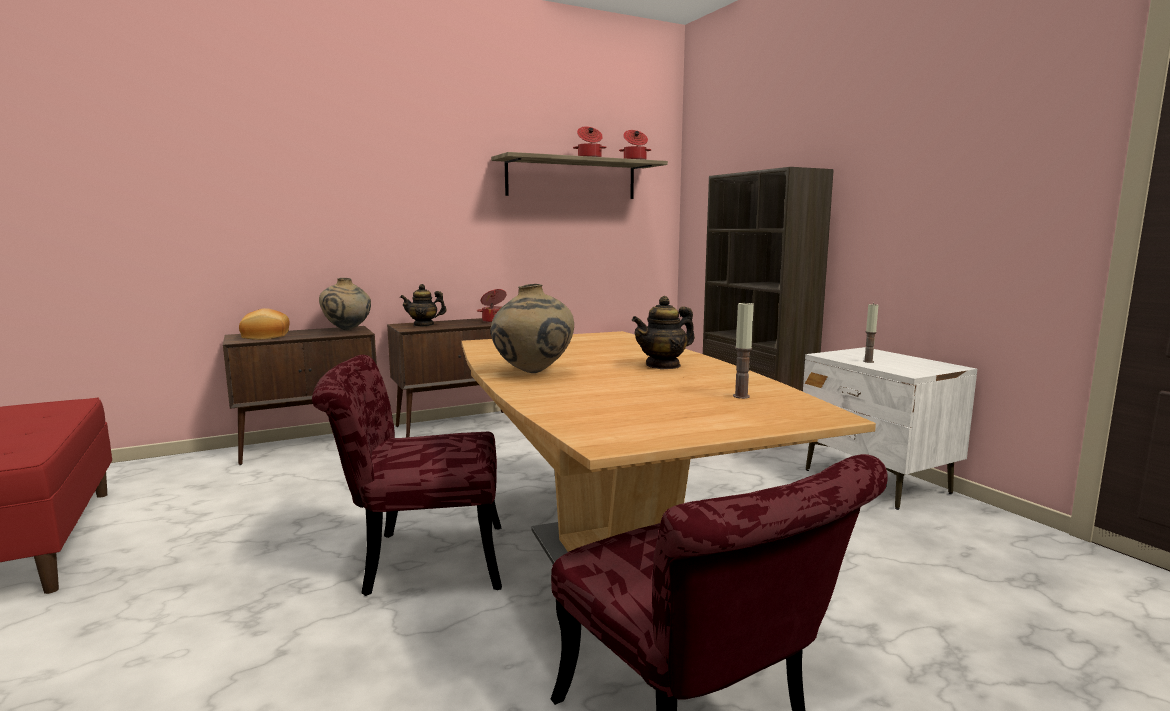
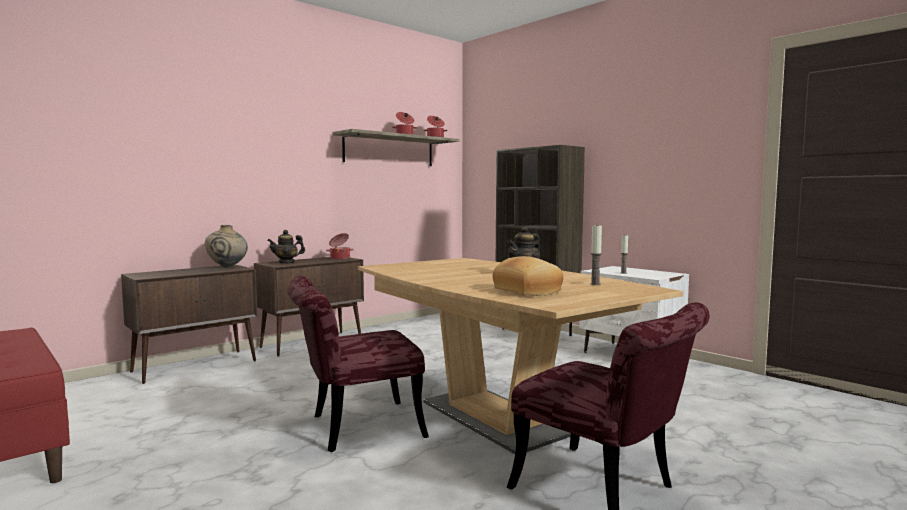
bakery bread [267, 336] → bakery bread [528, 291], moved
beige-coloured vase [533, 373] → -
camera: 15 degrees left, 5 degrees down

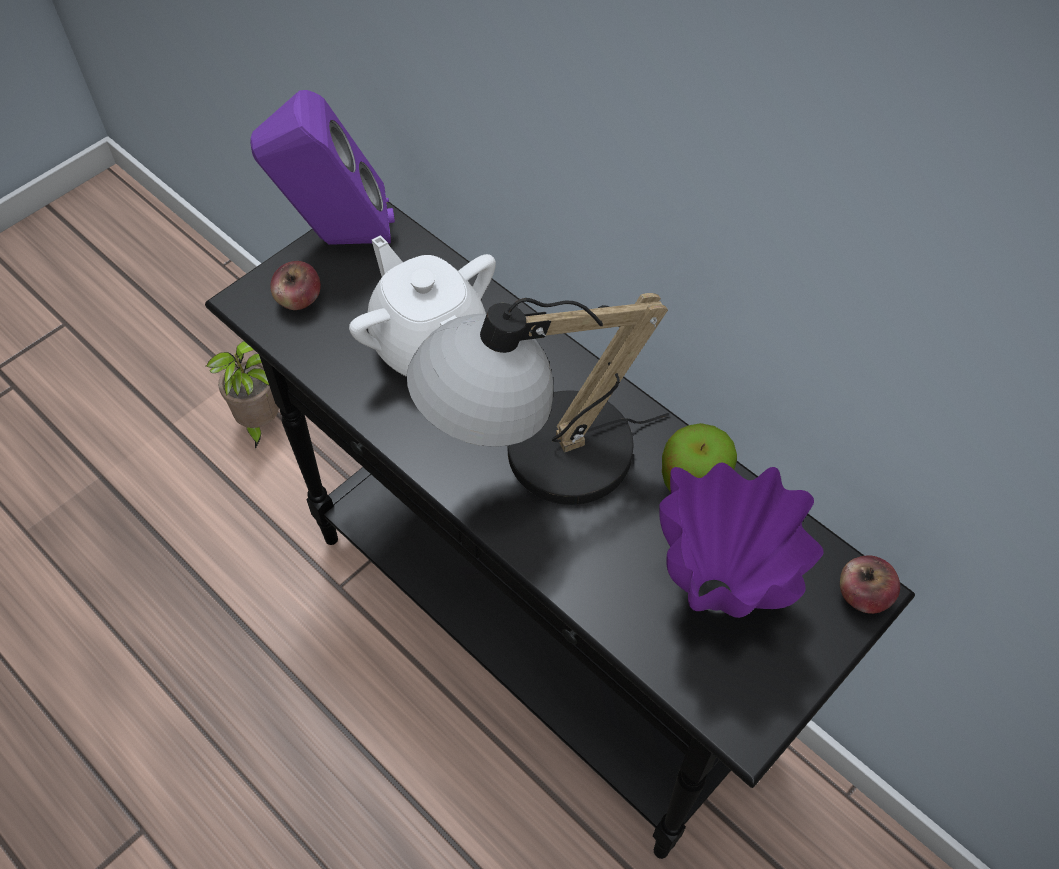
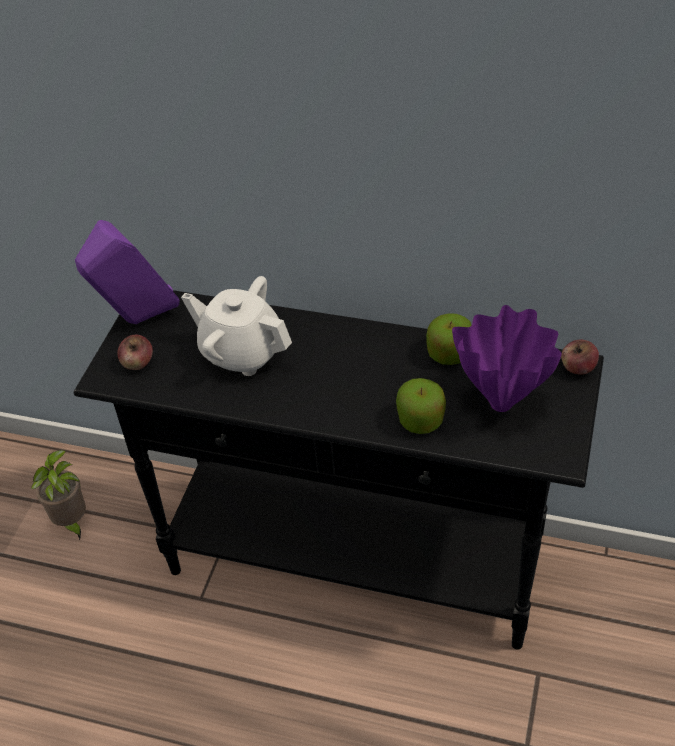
- → whole apple [420, 420]
lamp for a table [536, 463] → -
camera: 25 degrees left, 10 degrees down

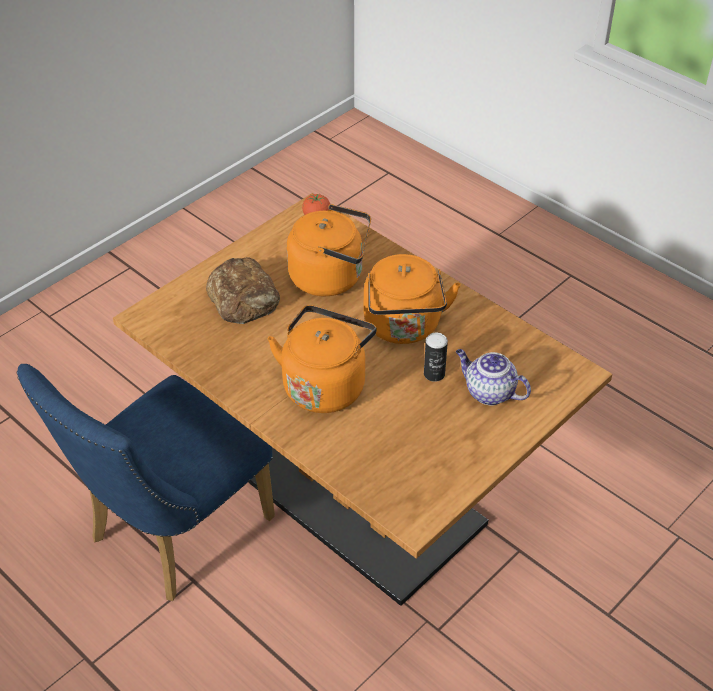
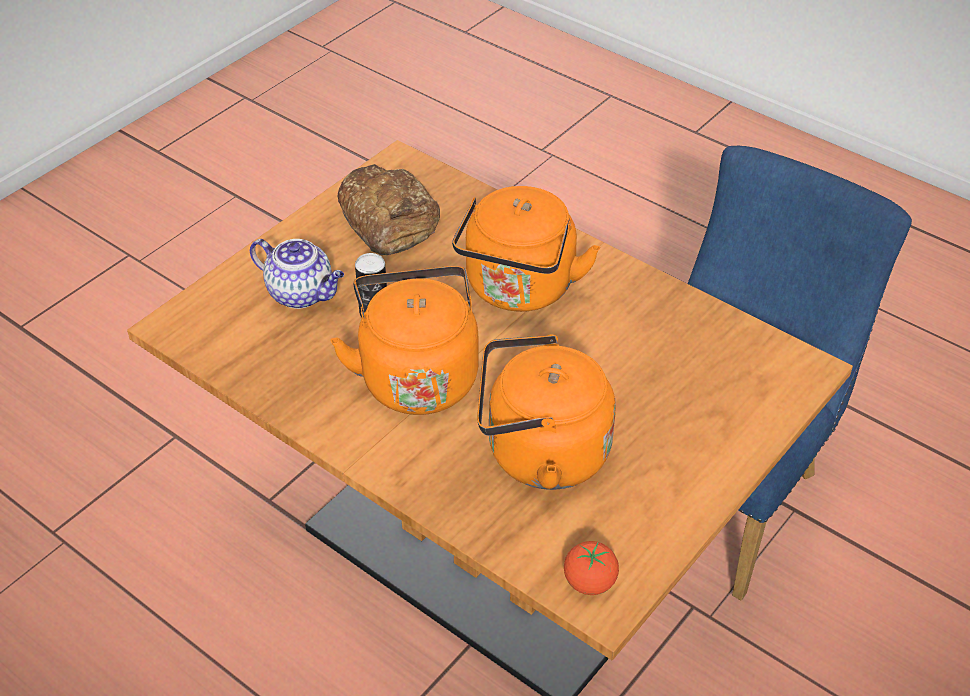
bakery bread [244, 297] → bakery bread [388, 219], moved
camera: 175 degrees right, 0 degrees up

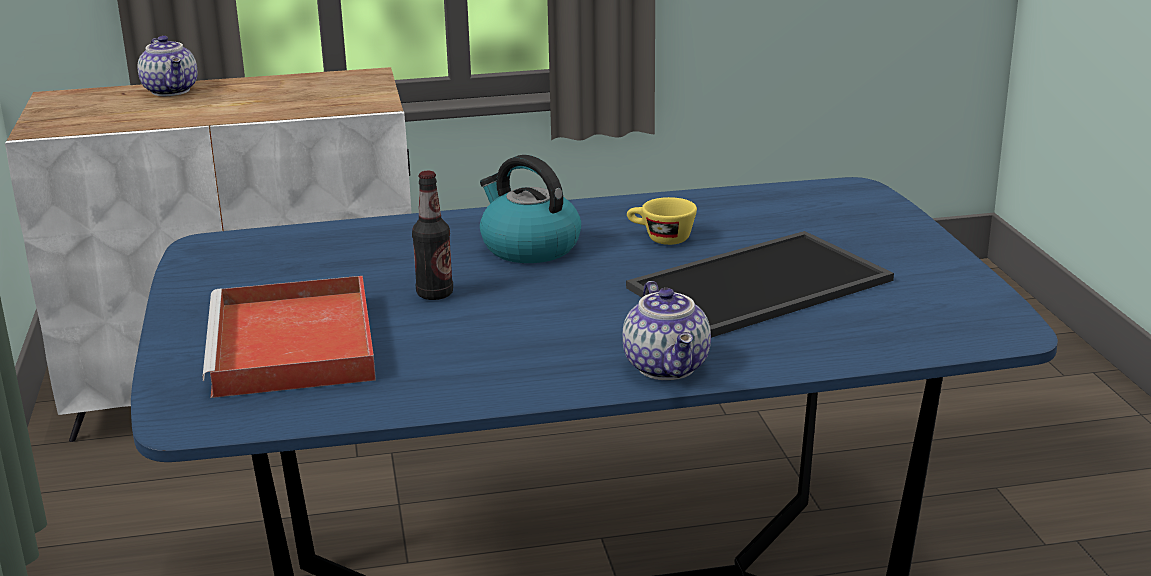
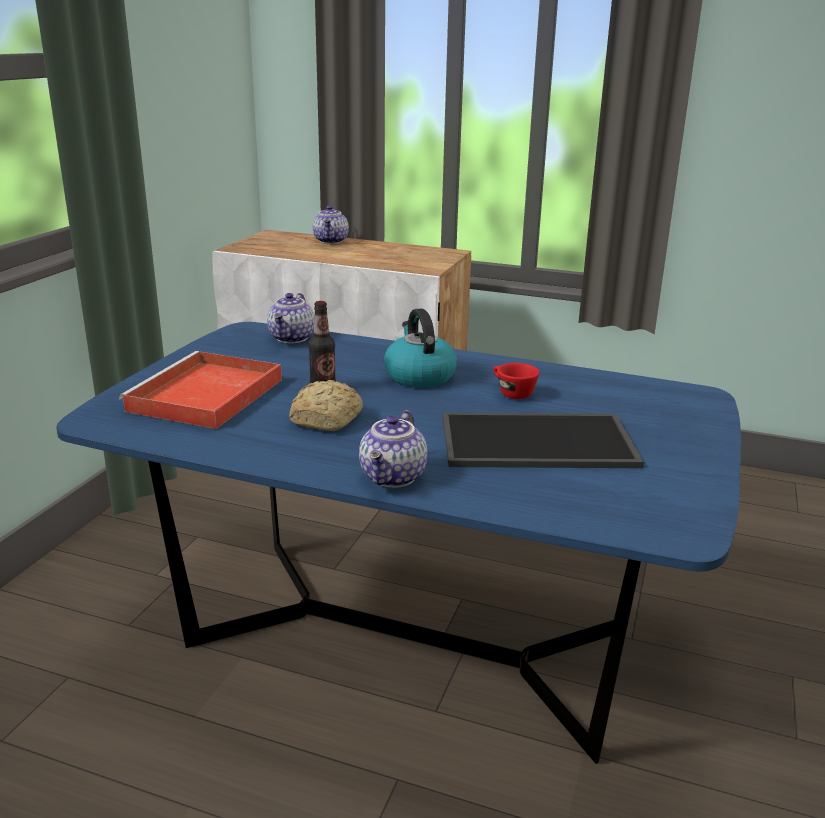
- → pot for tea [292, 338]
- → bakery bread [328, 418]
yellowish drinking cup [660, 238] → reddish drinking cup [511, 393]
camera: 30 degrees right, 0 degrees up

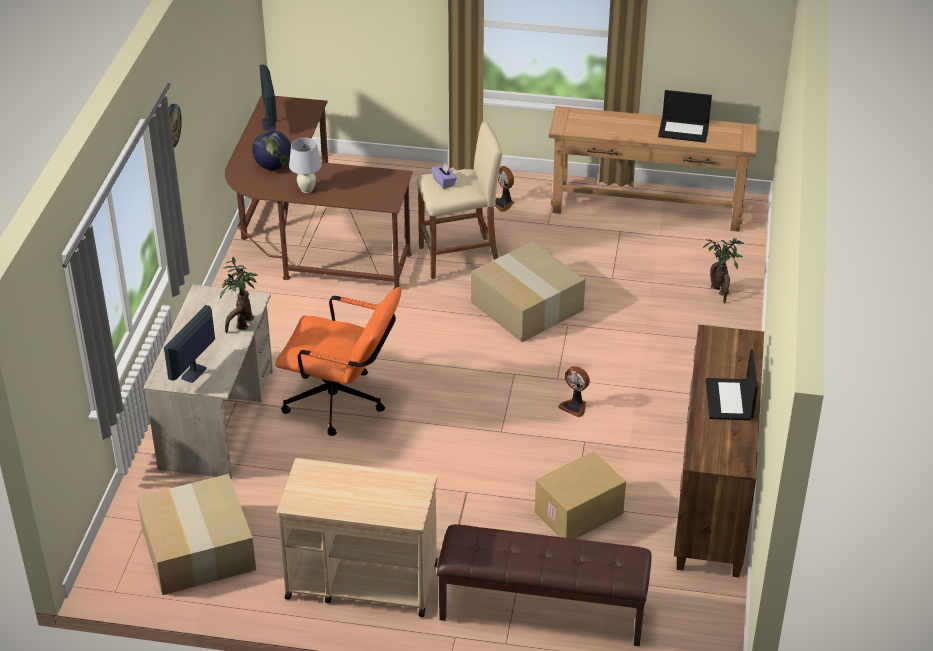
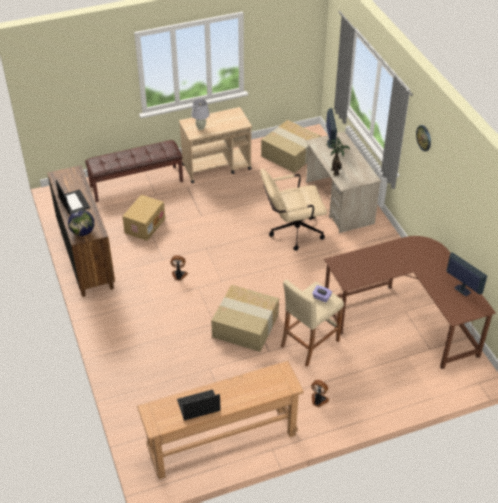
world globe [273, 166] → world globe [83, 232], moved
whitish lamp for a table [307, 189] → whitish lamp for a table [201, 128], moved
orangey computer chair [343, 403] → beige-coloured computer chair [291, 232]
plant in a pot [720, 292] → -
camera: 150 degrees right, 5 degrees up

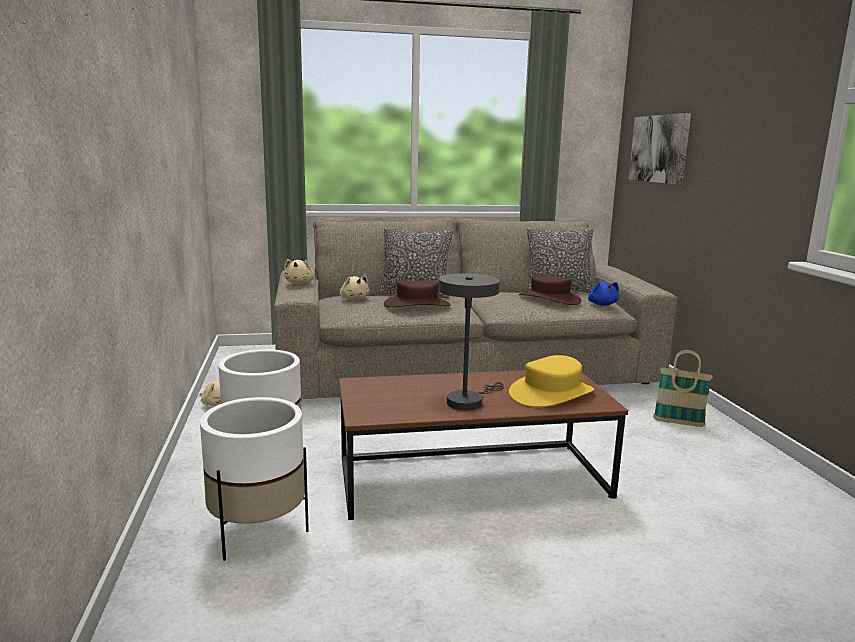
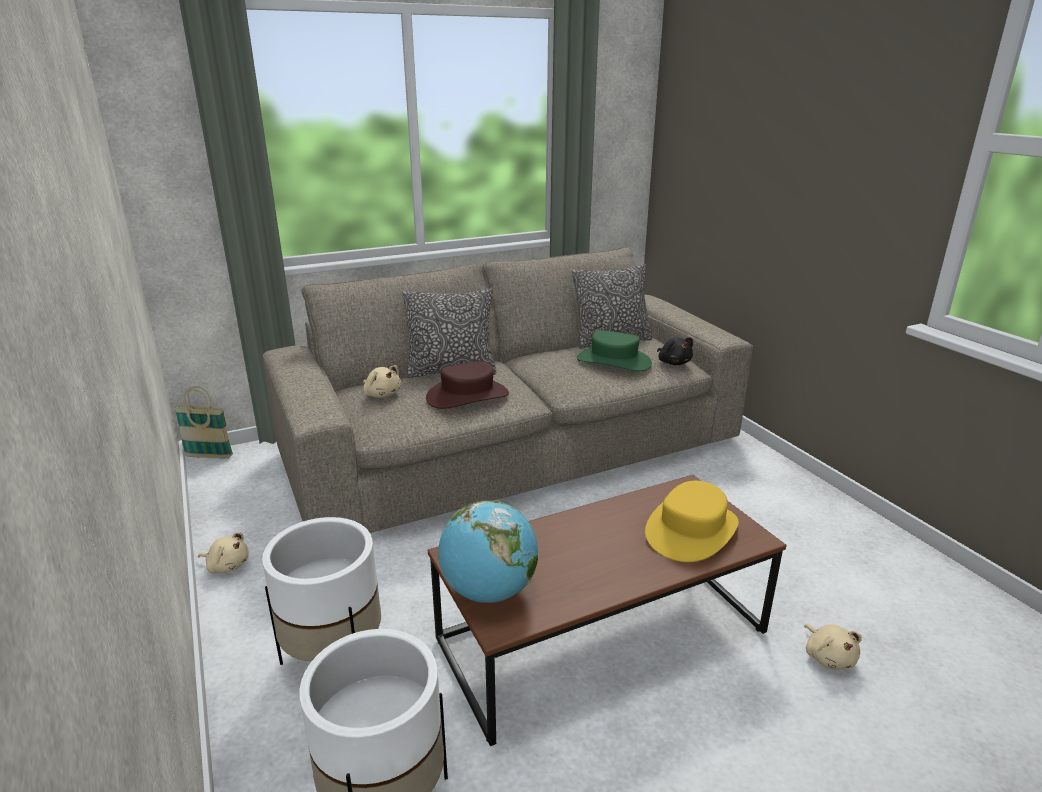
storage basket [678, 422] → storage basket [209, 456], moved
- → world globe [489, 591]
brownish clothing hat [549, 298] → green-coloured clothing hat [614, 361]
blue plush toy [602, 304] → black-coloured plush toy [673, 362]
beige-coloured plush toy [299, 283] → beige-coloured plush toy [828, 657], moved
greyish lamp for a table [468, 401] → -
picture [659, 149] → -
camera: 15 degrees left, 10 degrees up

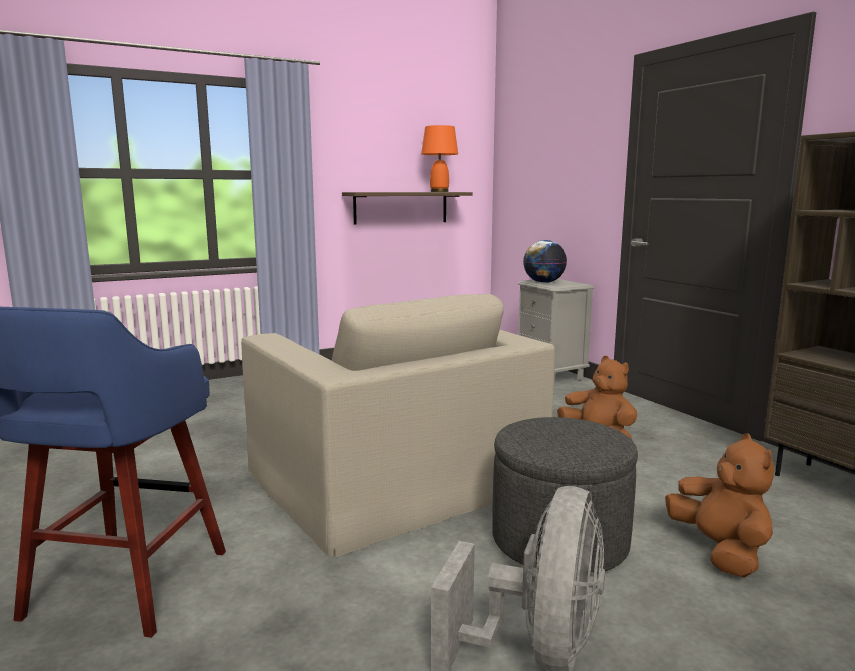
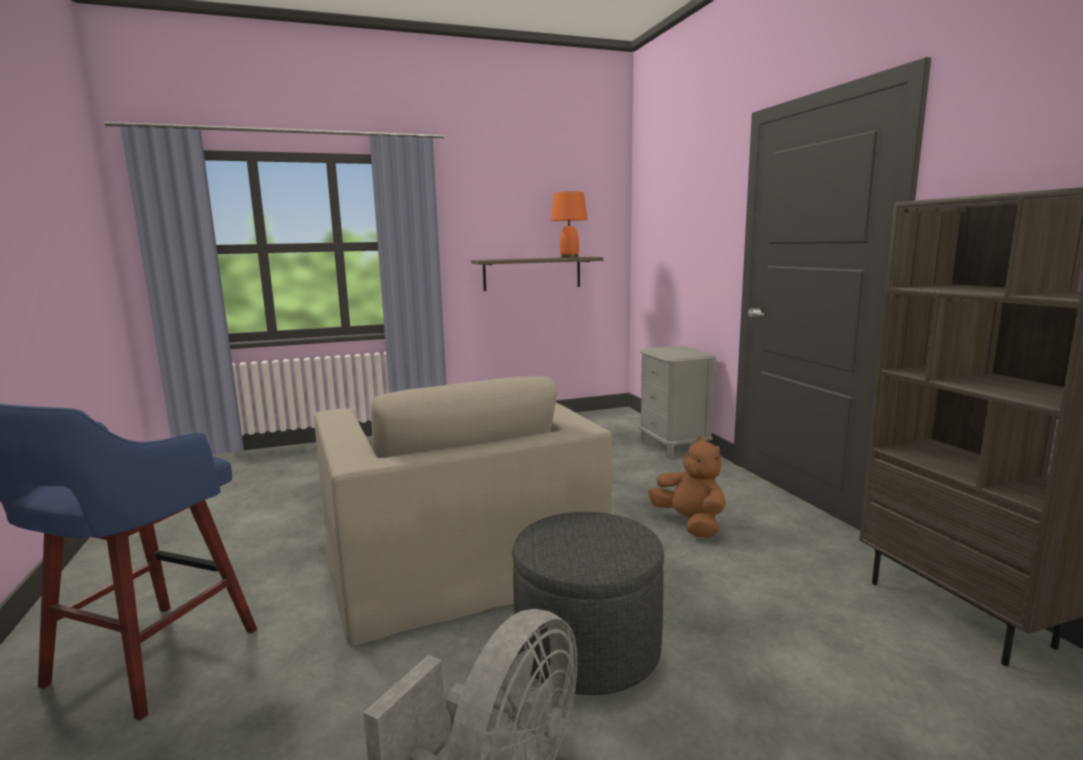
world globe [543, 282] → -
brownish plush toy [720, 551] → -
camera: 10 degrees right, 0 degrees up

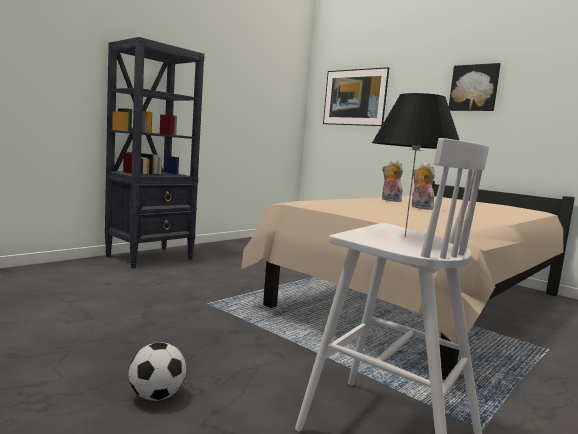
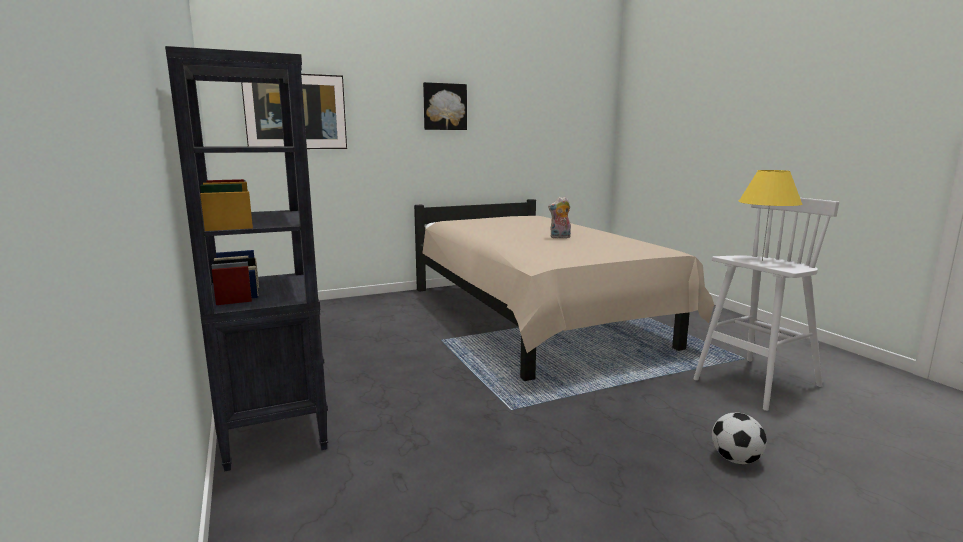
black-coloured lamp for a table [405, 236] → yellowish lamp for a table [761, 260]
plush toy [389, 200] → -
camera: 65 degrees left, 5 degrees up

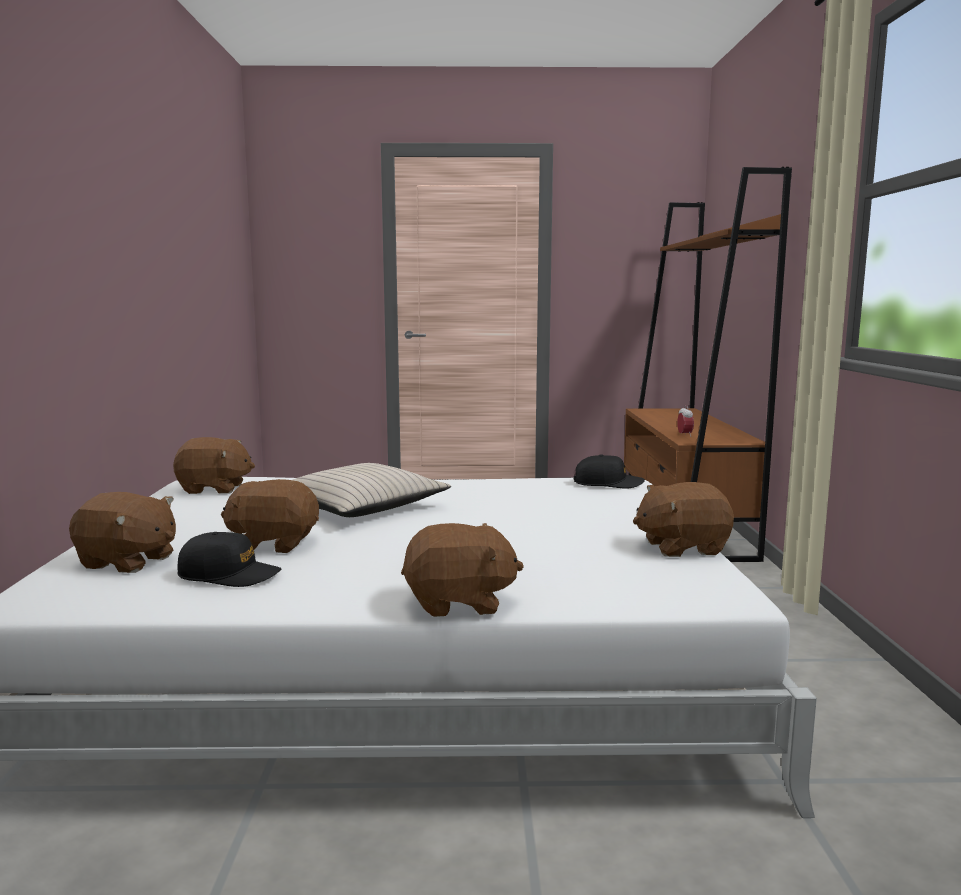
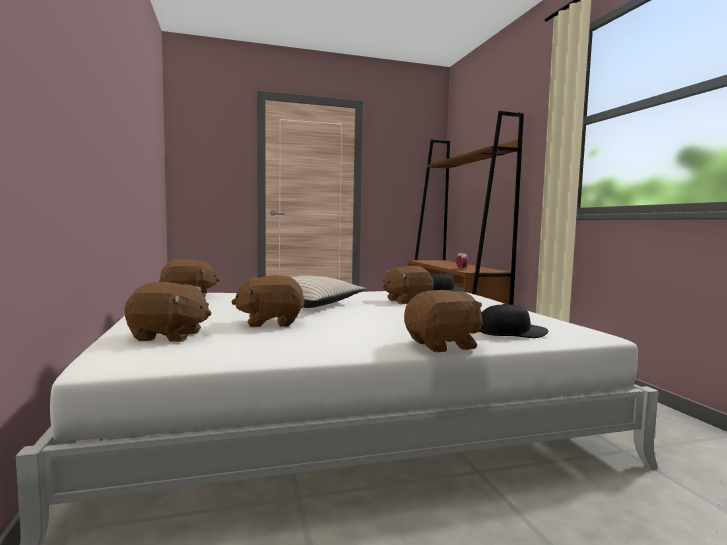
brownish plush toy [682, 547] → brownish plush toy [407, 301], moved
black-coloured peaked cap [229, 575] → black-coloured peaked cap [511, 333], moved
camera: 15 degrees left, 5 degrees down

